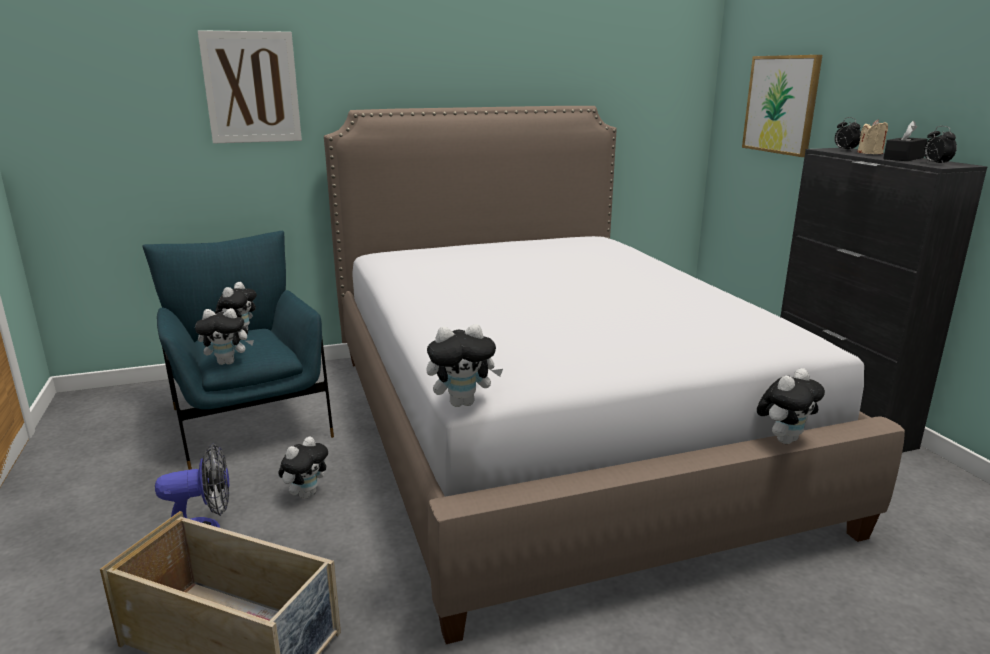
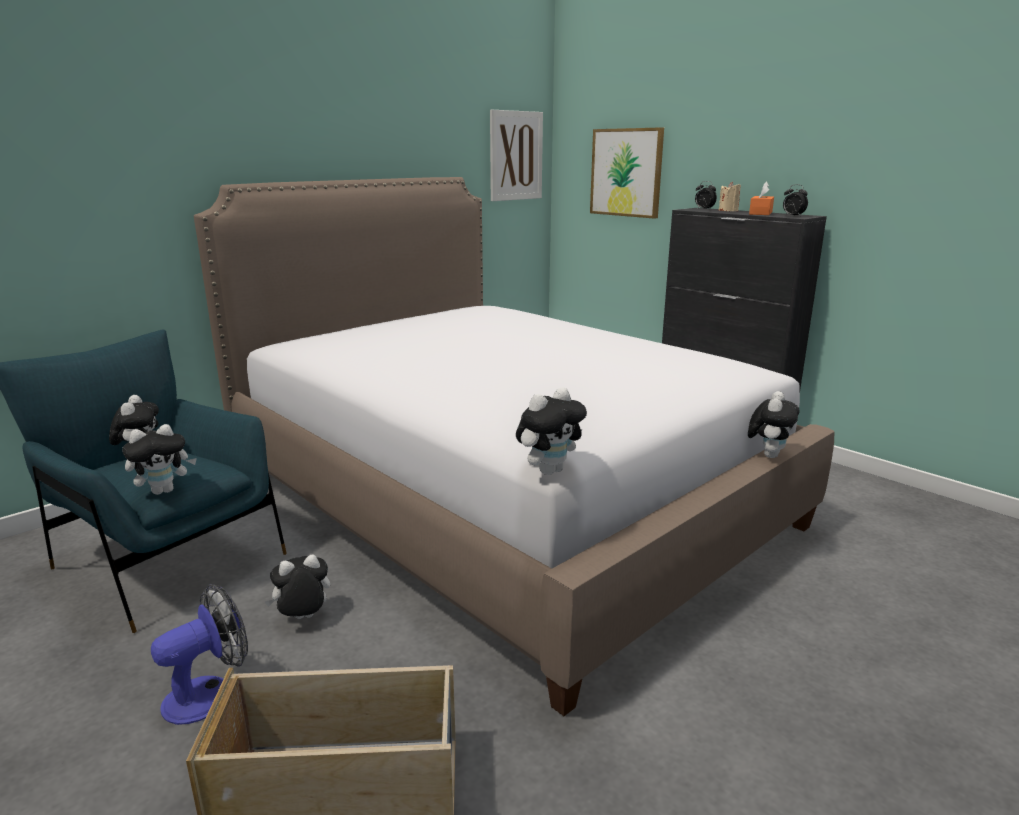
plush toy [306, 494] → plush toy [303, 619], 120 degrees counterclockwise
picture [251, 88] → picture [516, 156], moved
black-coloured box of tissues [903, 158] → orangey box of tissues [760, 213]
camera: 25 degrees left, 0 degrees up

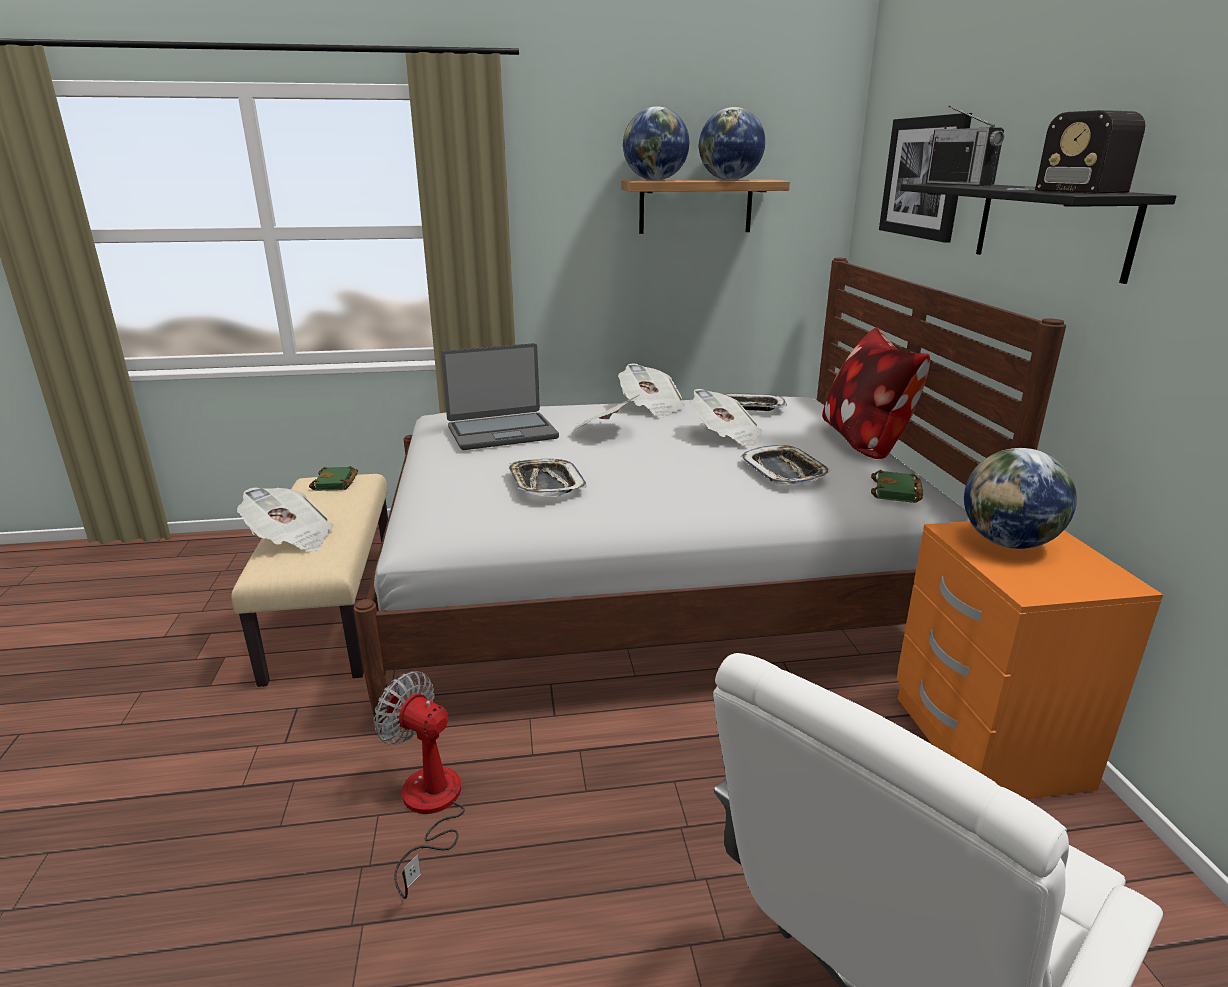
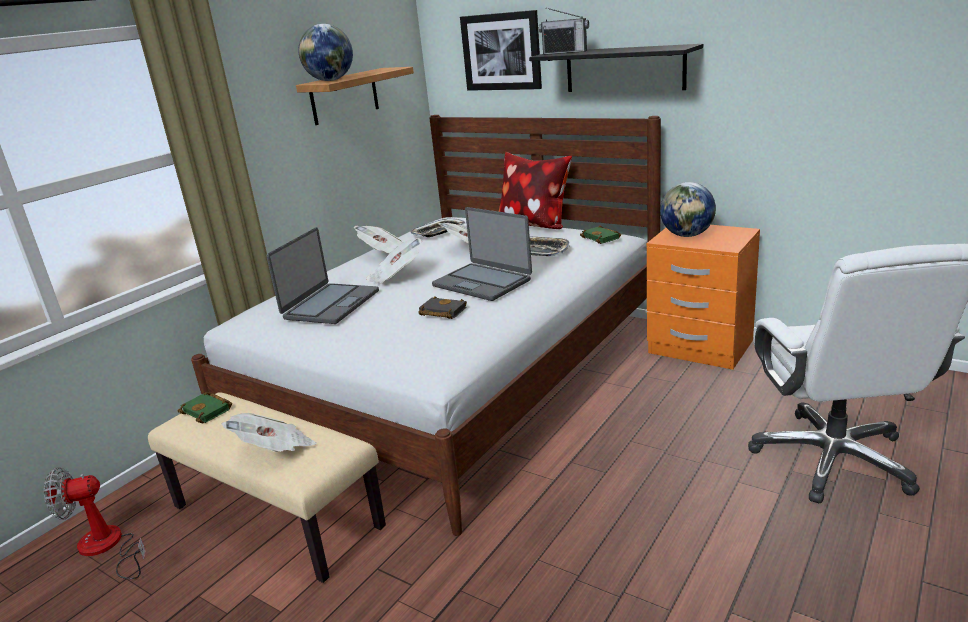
cooling fan [429, 809] → cooling fan [107, 547], moved
carrying tray [545, 484] → black-coloured book [441, 312]
- → laptop [482, 282]
world globe [729, 180] → -
radio set [1061, 190] → -
camera: 45 degrees left, 0 degrees up

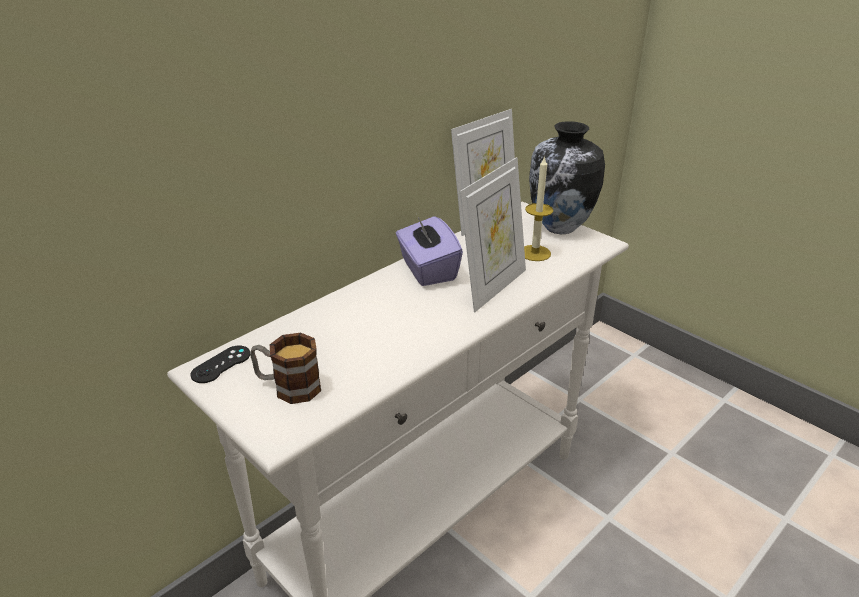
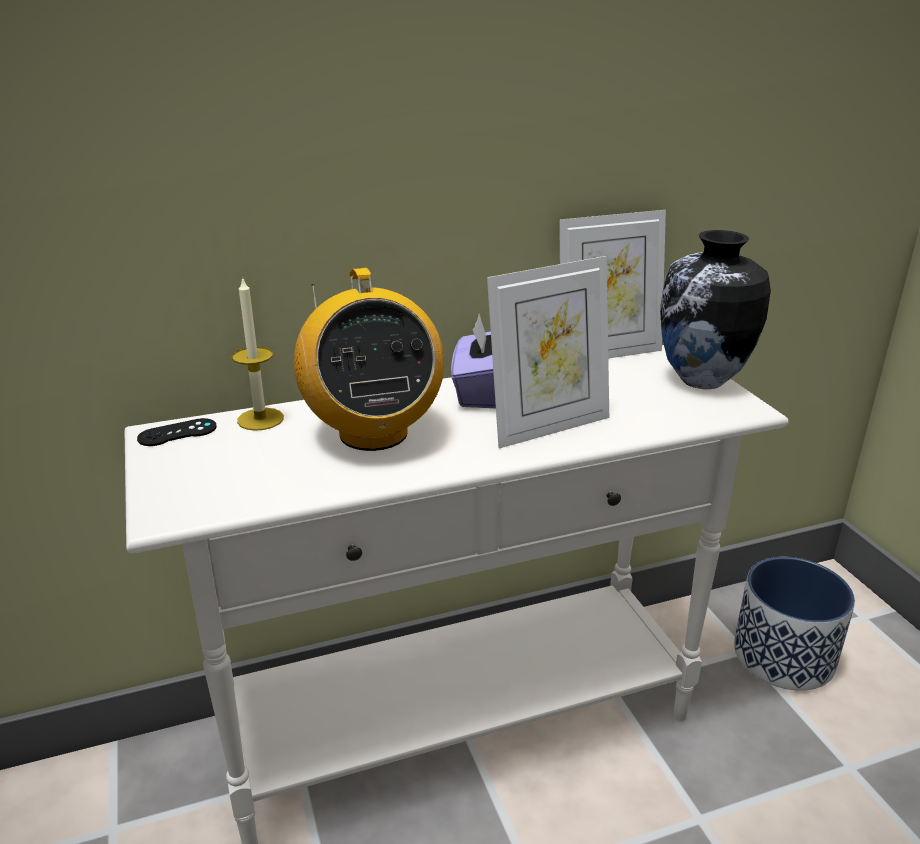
candle [535, 253] → candle [260, 419], moved
- → radio set [372, 433]
- → plant pot [784, 656]
tea mug [288, 387] → -
camera: 25 degrees right, 5 degrees down

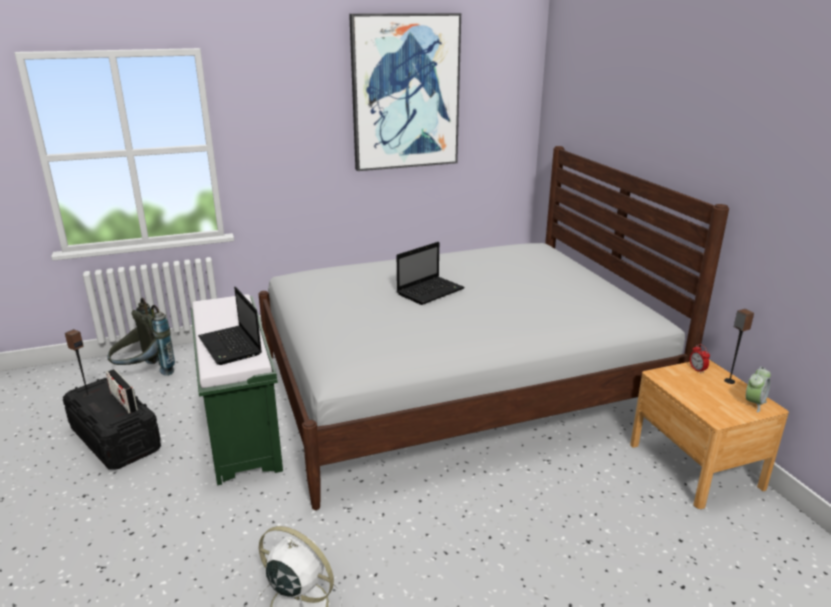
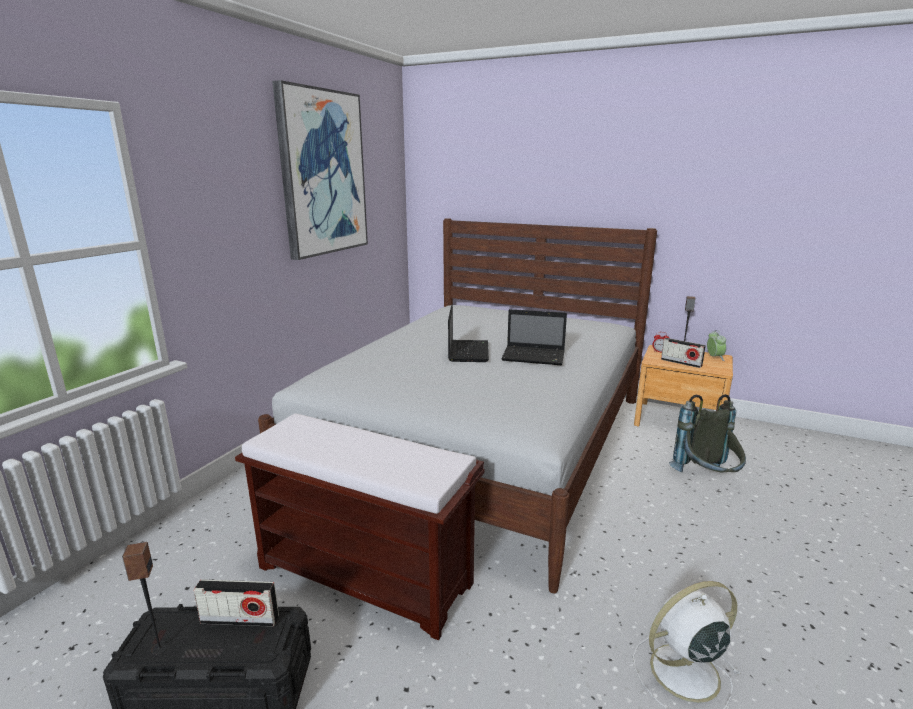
green-coloured indoor bench [242, 429] → brownish indoor bench [367, 575]
laptop [231, 346] → laptop [535, 357], moved
- → radio set [681, 363]
greyish rucksack [144, 374] → greyish rucksack [706, 480], moved
camera: 45 degrees left, 5 degrees down

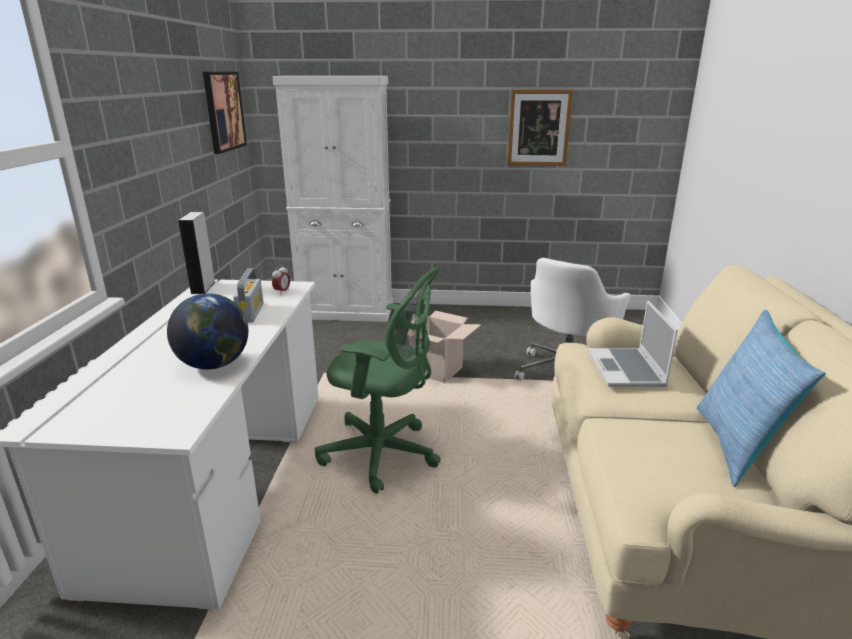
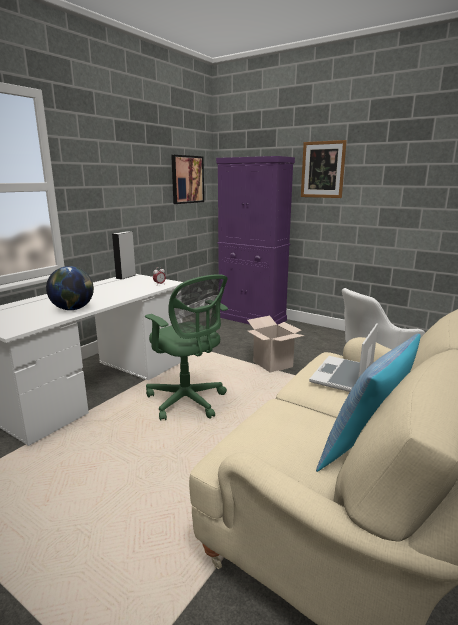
whitish cupboard [346, 311] → purplish cupboard [252, 318]
picture [538, 128] → picture [322, 169], moved
radio set [250, 313] → -
camera: 30 degrees right, 5 degrees down

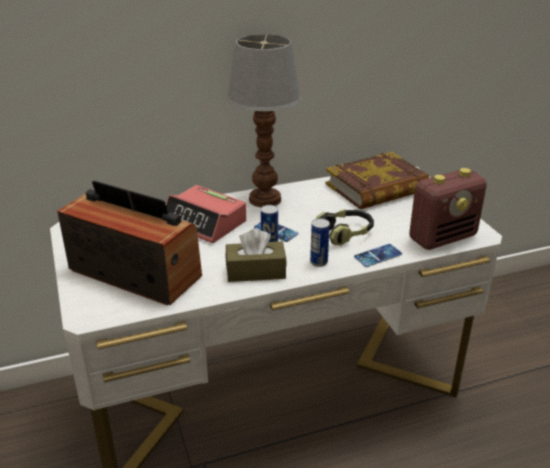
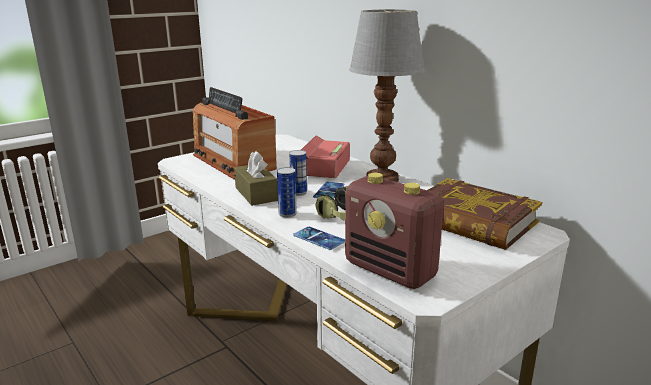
radio set [135, 273] → radio set [233, 162], 135 degrees clockwise
camera: 70 degrees right, 10 degrees down

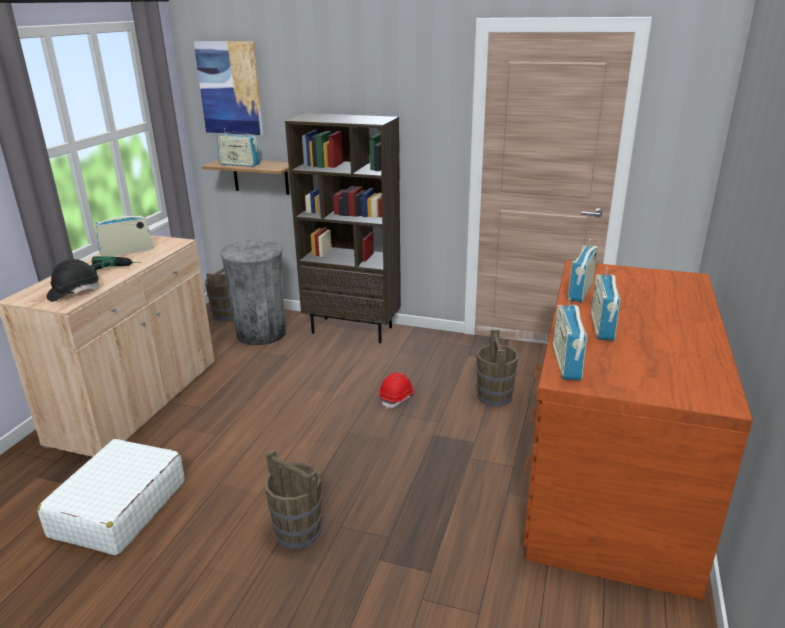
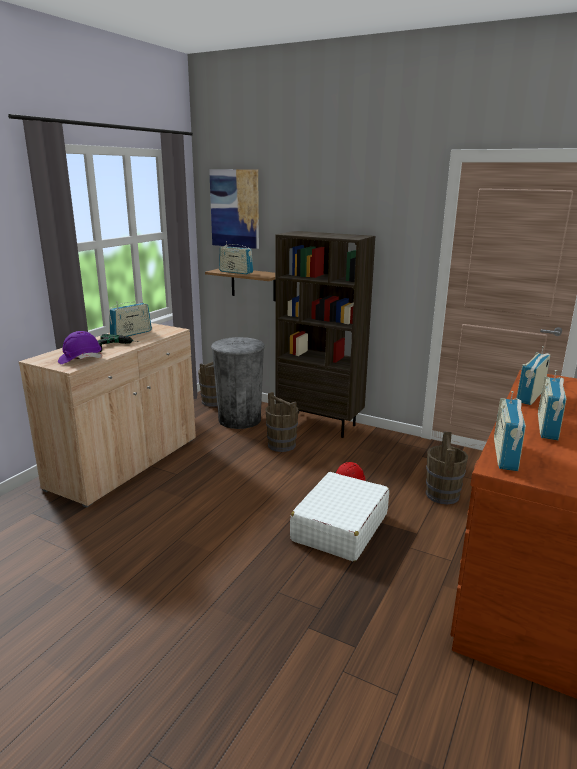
black-coloured hard hat [74, 292] → purplish hard hat [80, 359]
radio set [127, 252] → radio set [131, 334], 150 degrees clockwise
brownish bucket [298, 531] → brownish bucket [281, 445], moved
whitish piece of luggage [118, 509] → whitish piece of luggage [339, 527], moved
camera: 10 degrees right, 5 degrees down

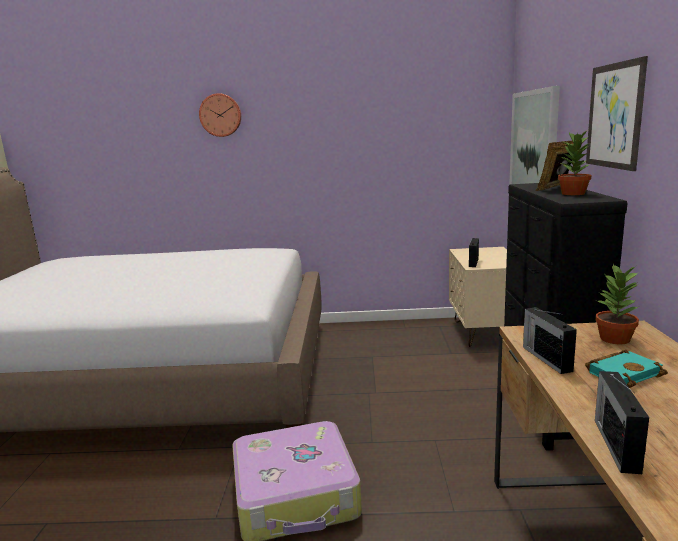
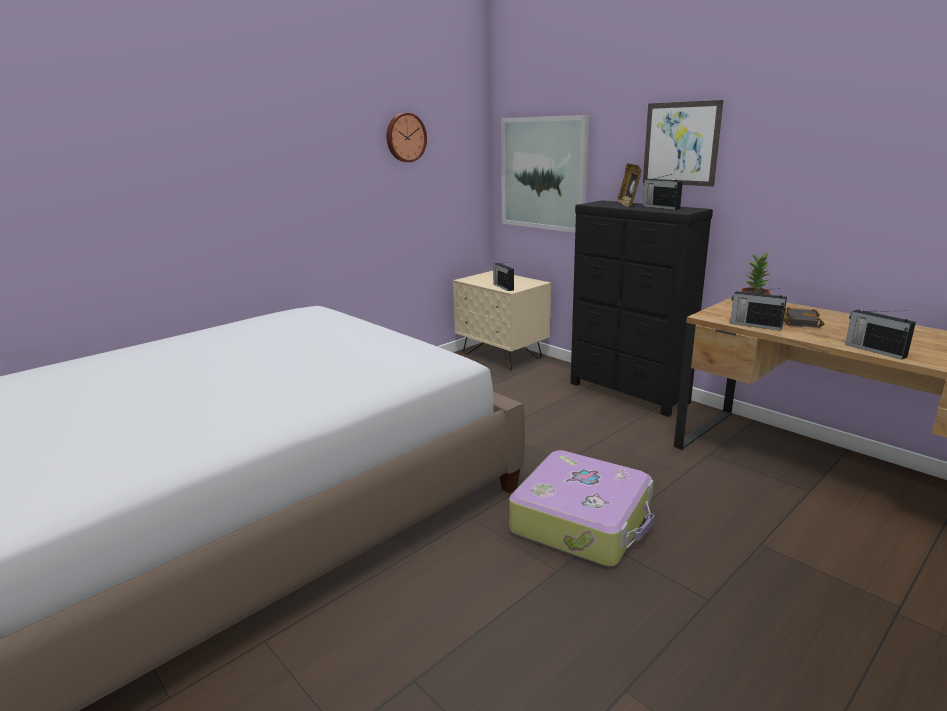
clock on the wall [220, 115] → clock on the wall [405, 137], moved
plant in a pot [573, 193] → radio set [660, 207]
blue-green book [623, 373] → black-coloured book [799, 321]
camera: 45 degrees left, 5 degrees up

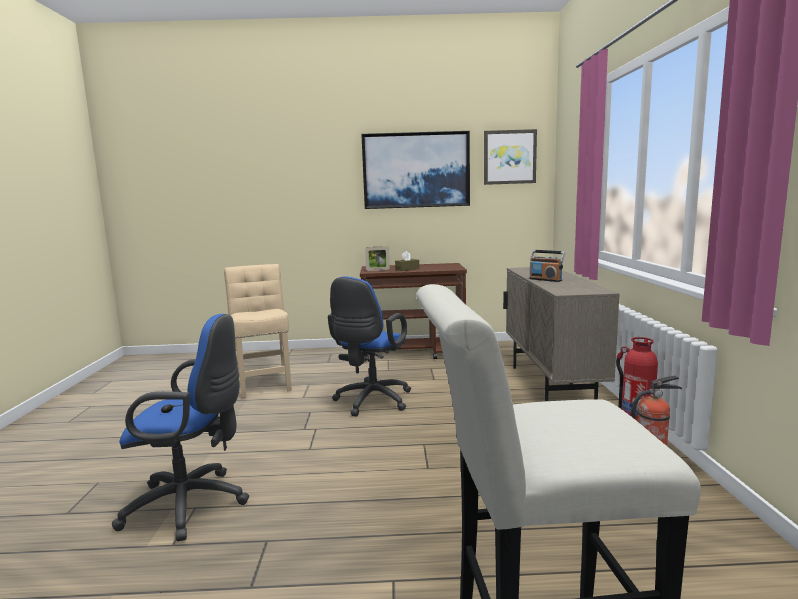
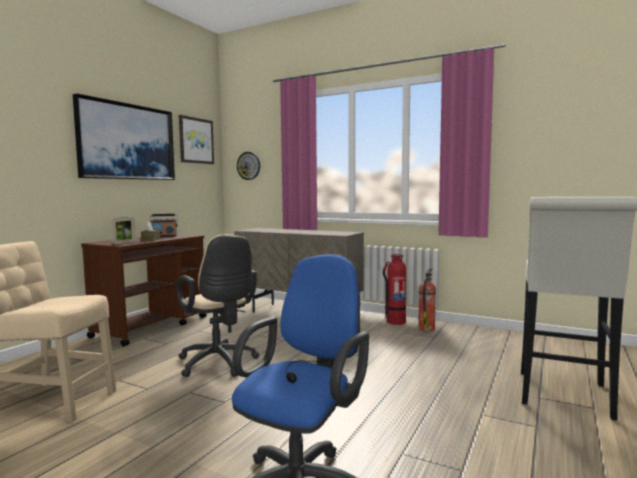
radio set [545, 280] → radio set [164, 236], moved
blue computer chair [371, 402] → beige-coloured computer chair [219, 364]
- → clock on the wall [248, 166]
camera: 60 degrees left, 5 degrees down

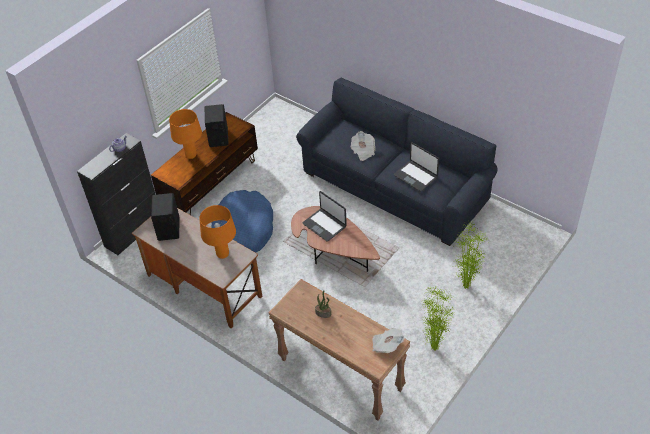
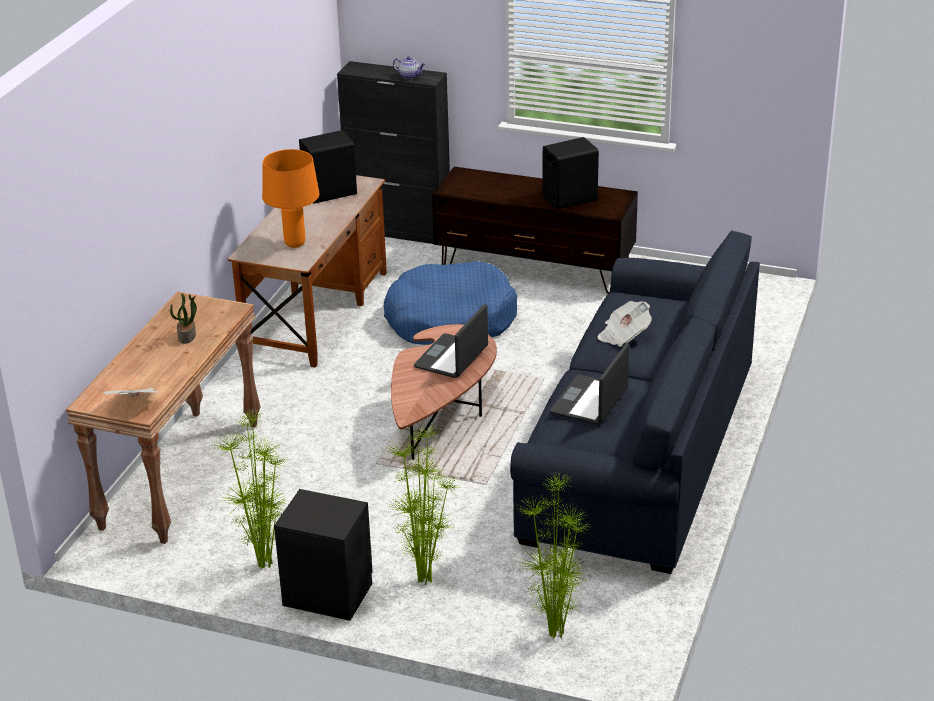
- → black-coloured nightstand [328, 594]
- → plant in a pot [555, 633]
orangey lamp for a table [191, 155] → -
camera: 70 degrees right, 15 degrees down

